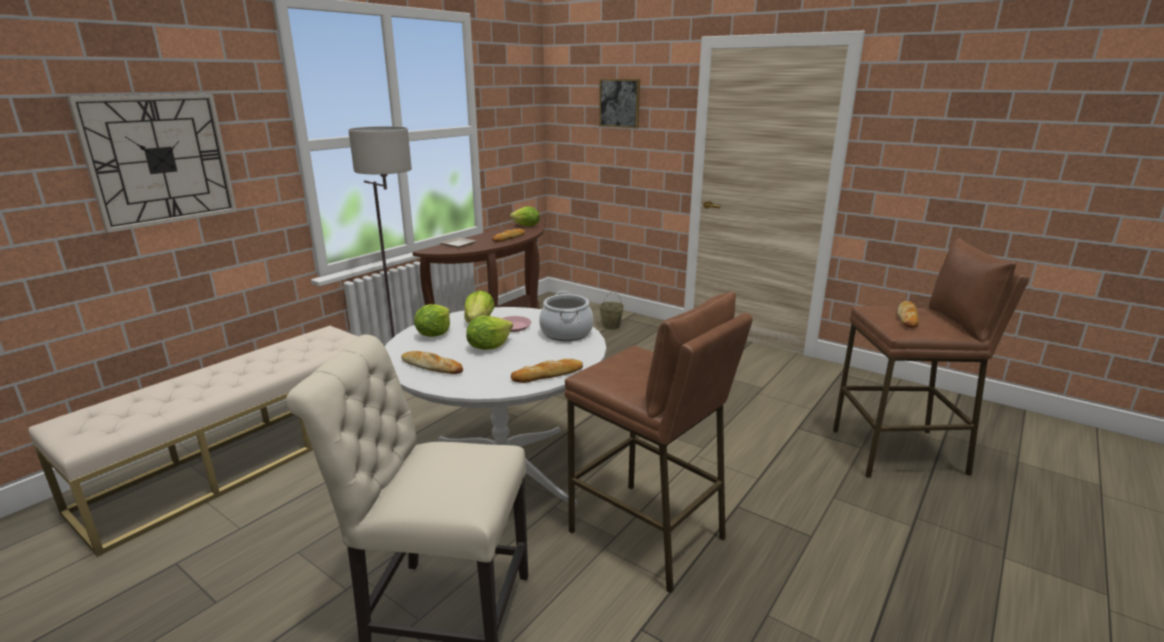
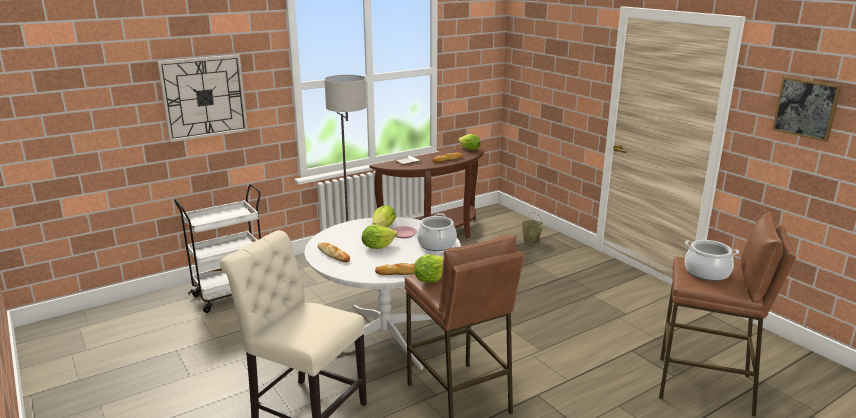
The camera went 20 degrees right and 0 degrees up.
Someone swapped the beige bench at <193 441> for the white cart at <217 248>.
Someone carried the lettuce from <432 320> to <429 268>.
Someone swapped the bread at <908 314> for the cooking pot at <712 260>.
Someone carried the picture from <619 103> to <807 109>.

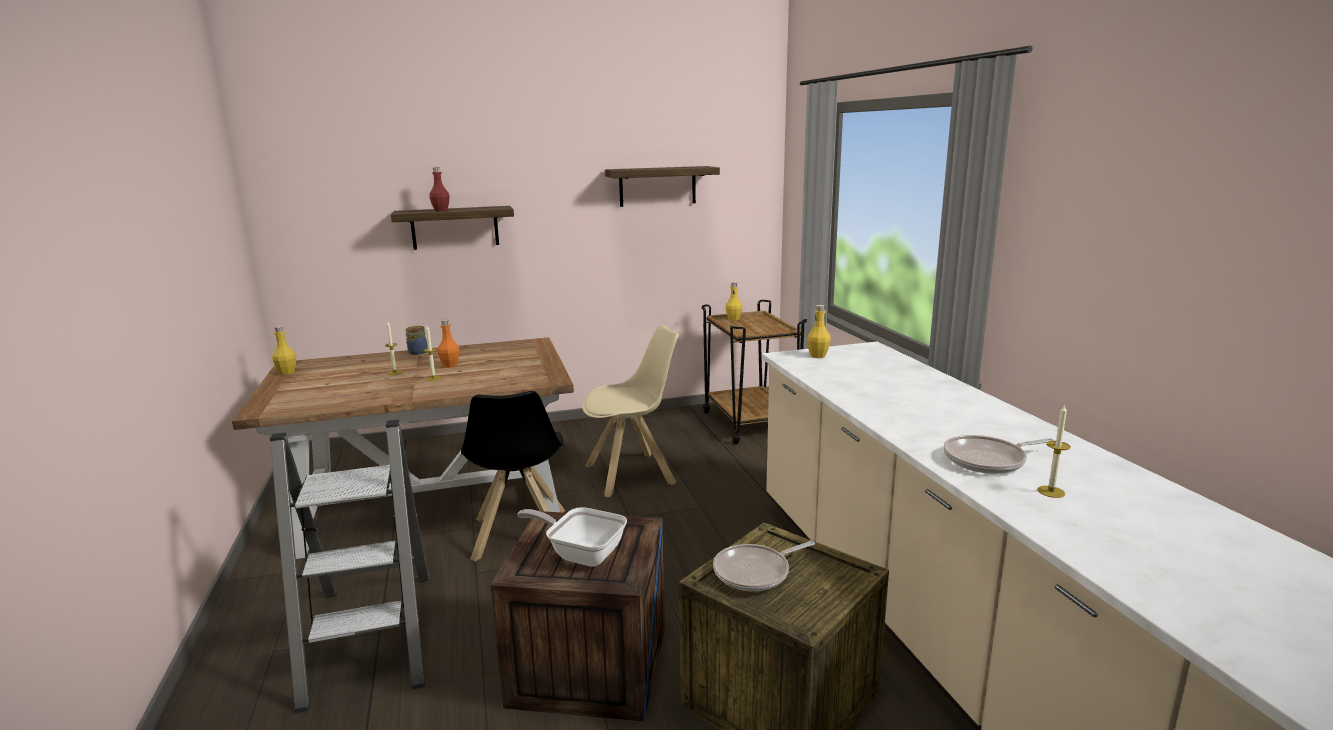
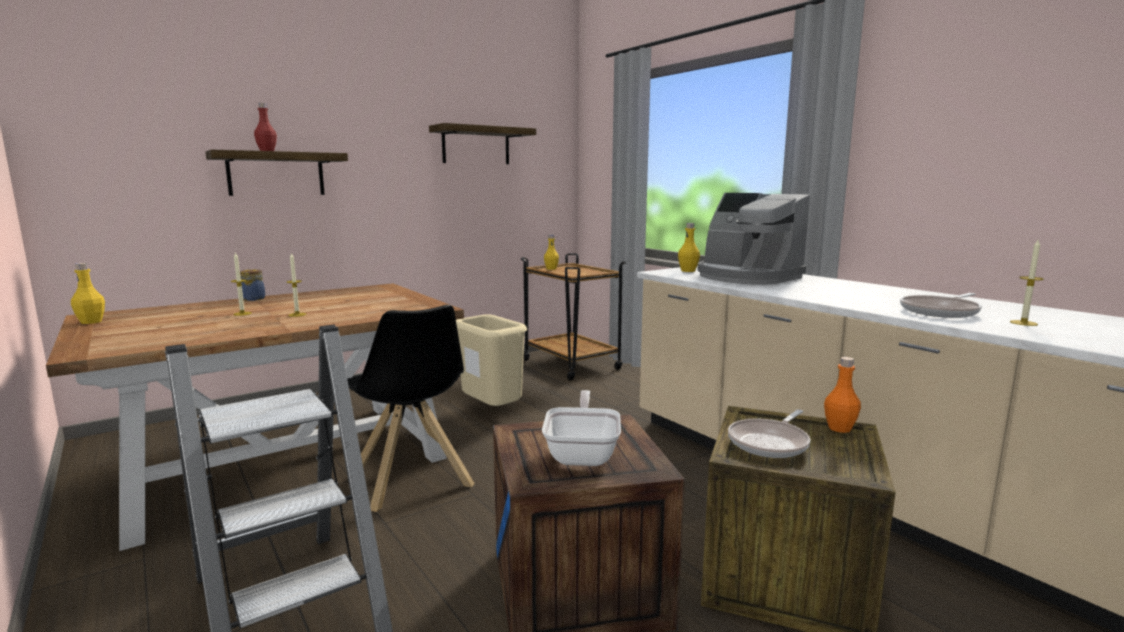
The camera went 20 degrees left and 5 degrees down.
Someone swapped the beige chair at <630 411> for the beige trash can at <491 360>.
Someone rotated the frying pan at <572 537> by 90 degrees clockwise.
Someone put down the coffee machine at <753 239>.
Someone carried the orange bottle from <448 343> to <842 395>.

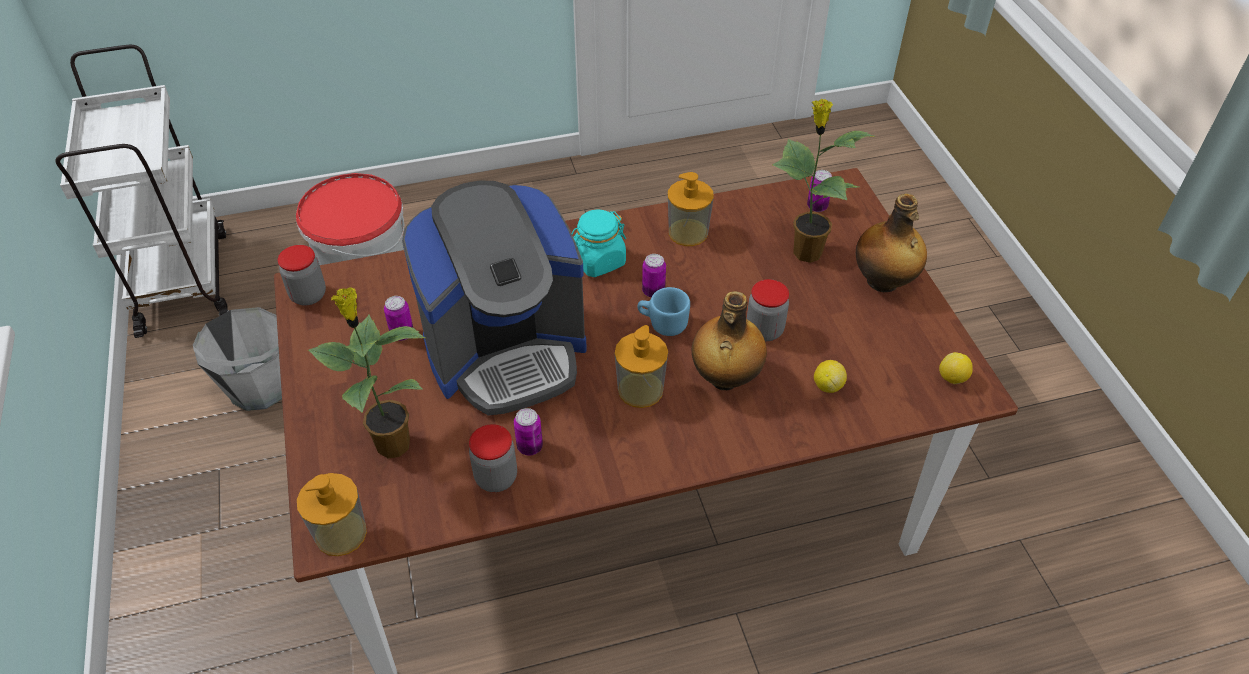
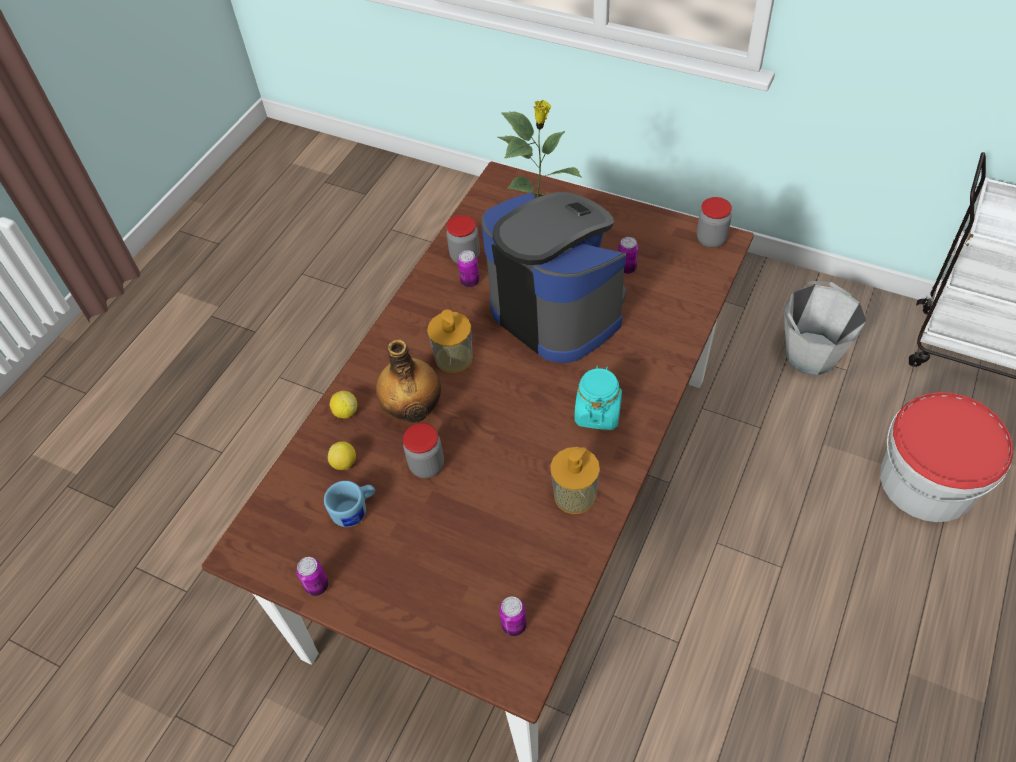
The camera went 135 degrees right and 5 degrees up.
Someone carried the can from <654 275> to <312 576>.
Someone carried the blue mug from <663 311> to <349 504>.
Someone carried the lemon from <956 368> to <343 404>.
Someone rotated the coffee machine at <494 298> by 120 degrees clockwise.
Someone took away the soap dispenser at <332 514>.
Someone took away the potted plant at <823 181>.
Someone took away the bottle at <891 243>.

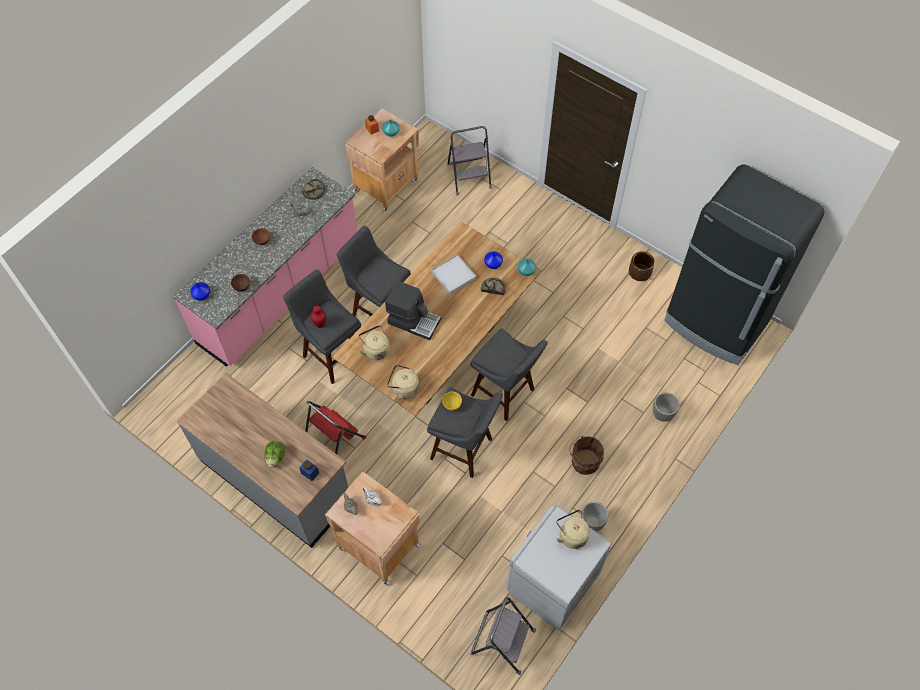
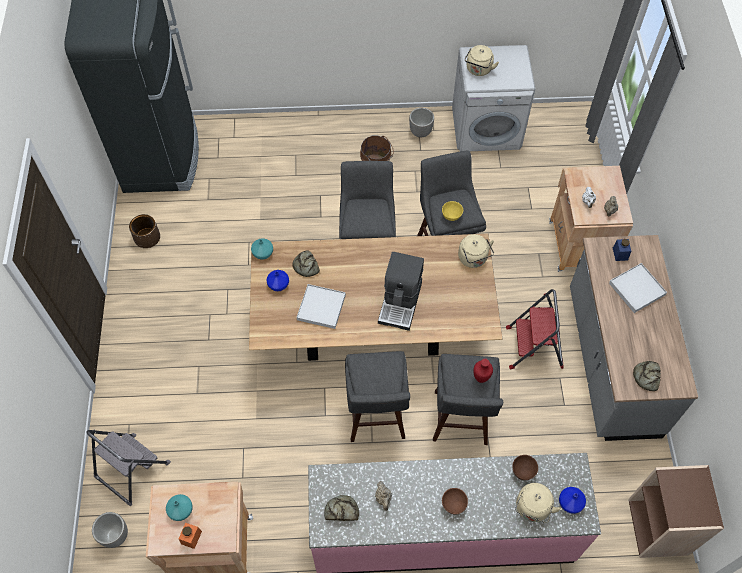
The camera went 130 degrees left and 0 degrees up.
Someone carried the planter from <666 407> to <110 530>.
Someone rotated the coffee machine at <413 310> by 150 degrees counterclockwise.
Someone carried the beige kettle from <374 342> to <538 503>.
Someone swapped the lettuce at <274 454> for the white tray at <638 288>.
Someone put down the brown bookcase at <676 511>.
Someone put down the bread at <647 376>.
Someone took away the grey step ladder at <503 636>.

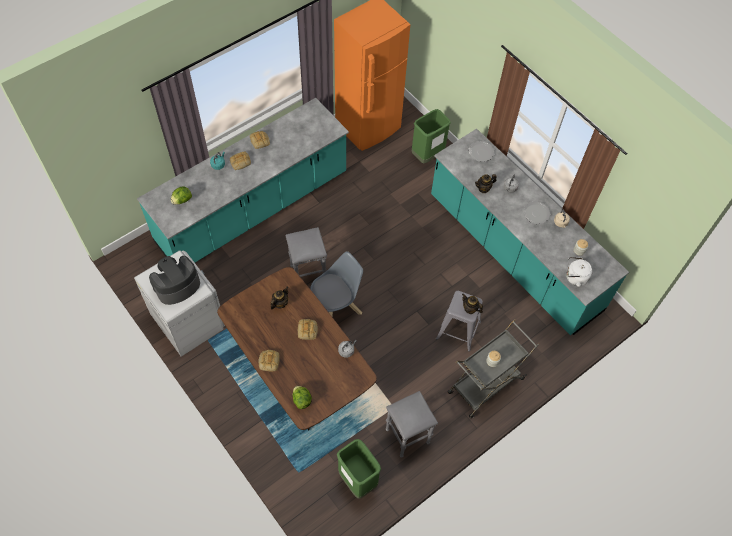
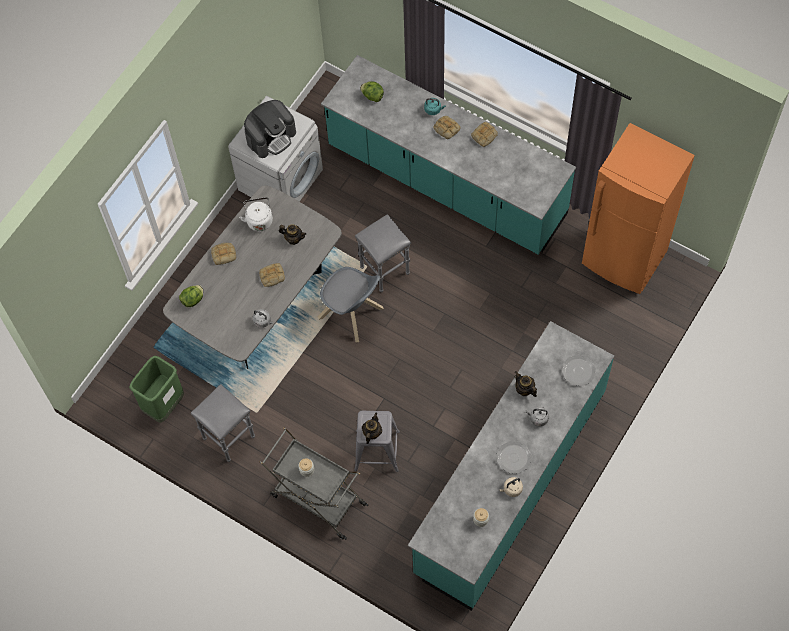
The camera went 75 degrees right and 5 degrees up.
Someone repainted the brown dining table at <297 349>, which became the grey dining table at <252 277>.
Someone carried the white kettle from <579 272> to <256 214>.
Someone rotated the coffee machine at <174 280> by 105 degrees clockwise.
Someone took away the green trash can at <431 136>.

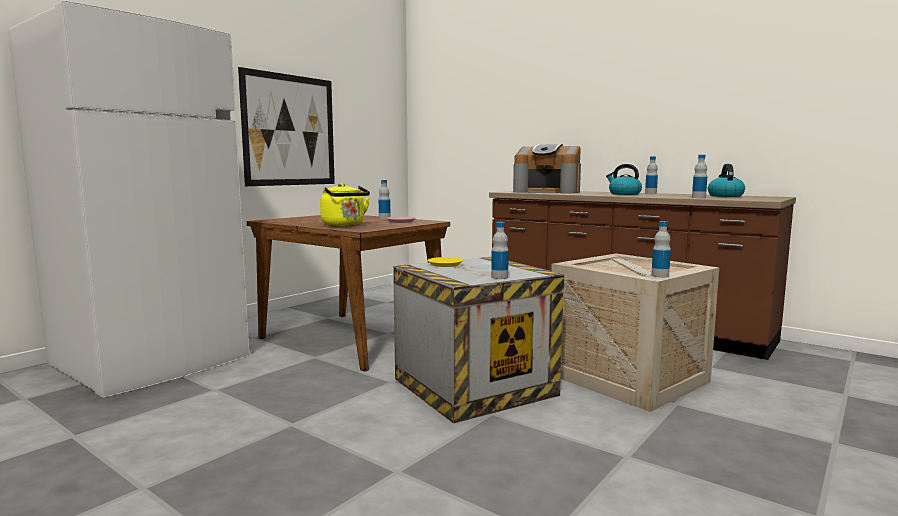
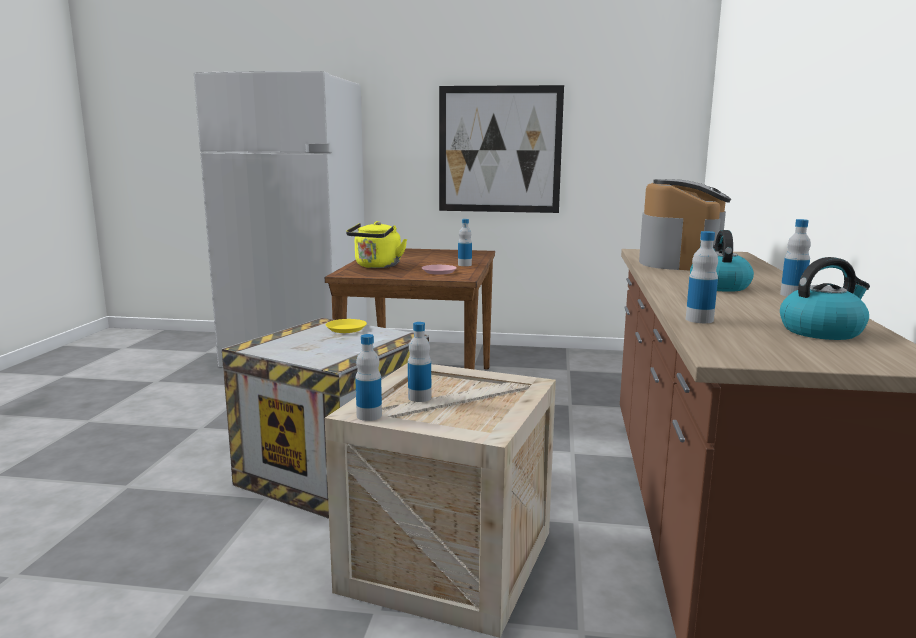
The camera went 60 degrees right and 5 degrees up.
Someone carried the bottle from <500 250> to <419 362>.
Someone rotated the coffee machine at <547 169> by 150 degrees counterclockwise.

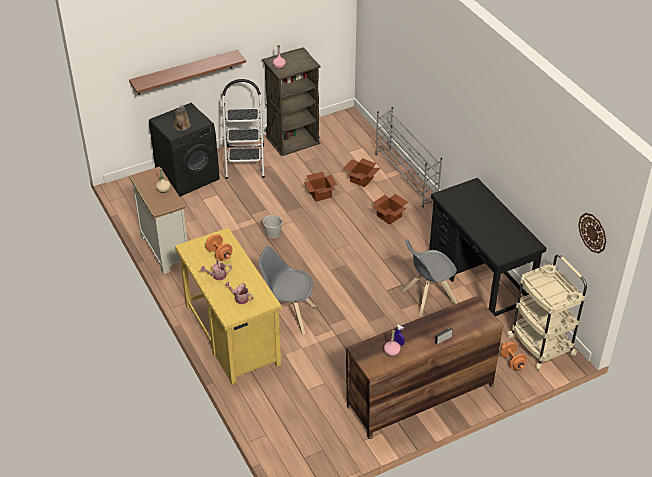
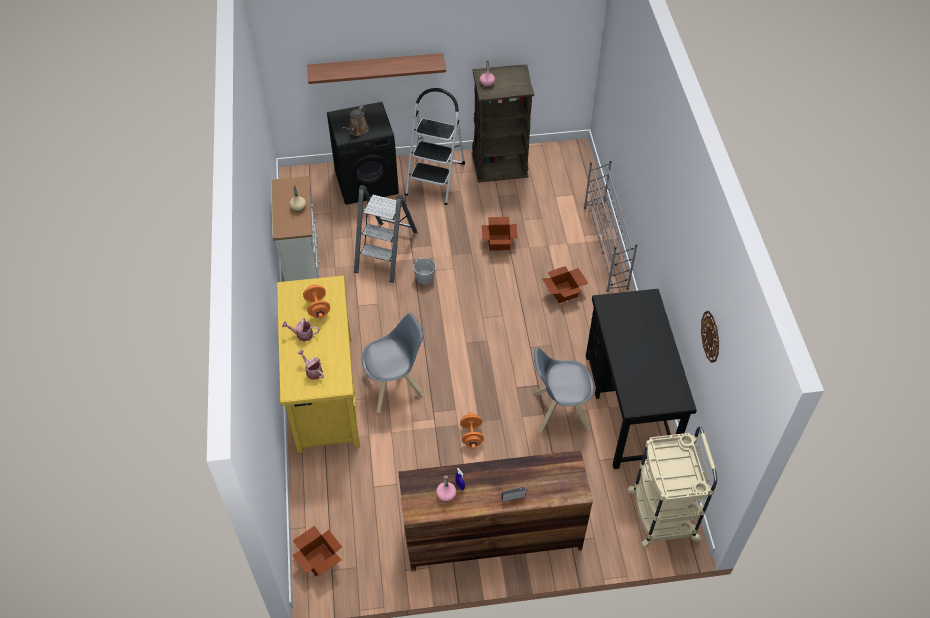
The camera went 20 degrees right and 10 degrees up.
Someone carried the cardboard box from <361 172> to <317 551>.
Someone put down the grey step ladder at <386 234>.
Someone rotated the grey chair at <287 290> by 120 degrees clockwise.
Someone carried the orange dumbbell from <513 356> to <472 430>.
Someone carried the wall clock from <592 233> to <710 337>.

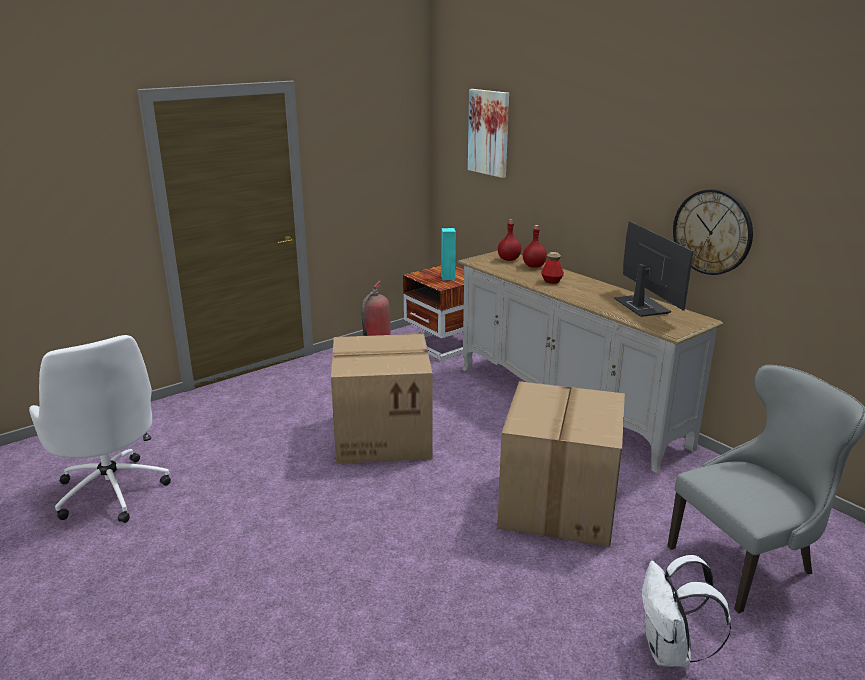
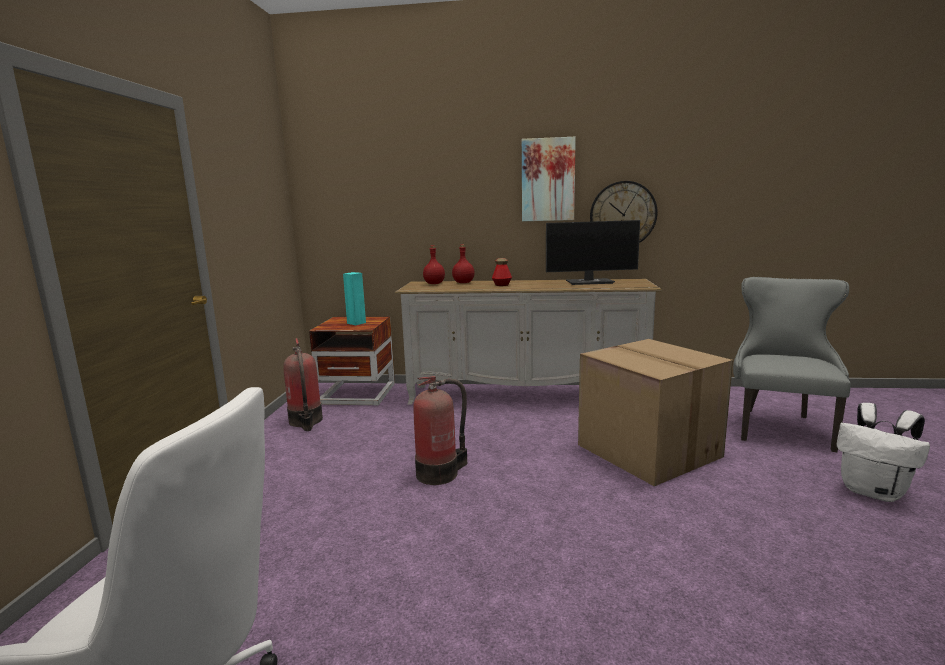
The camera went 45 degrees left and 10 degrees down.
Someone swapped the cardboard box at <381 399> for the fire extinguisher at <440 430>.
Someone carried the picture from <488 133> to <549 179>.
Someone rotated the monitor at <653 269> by 150 degrees clockwise.

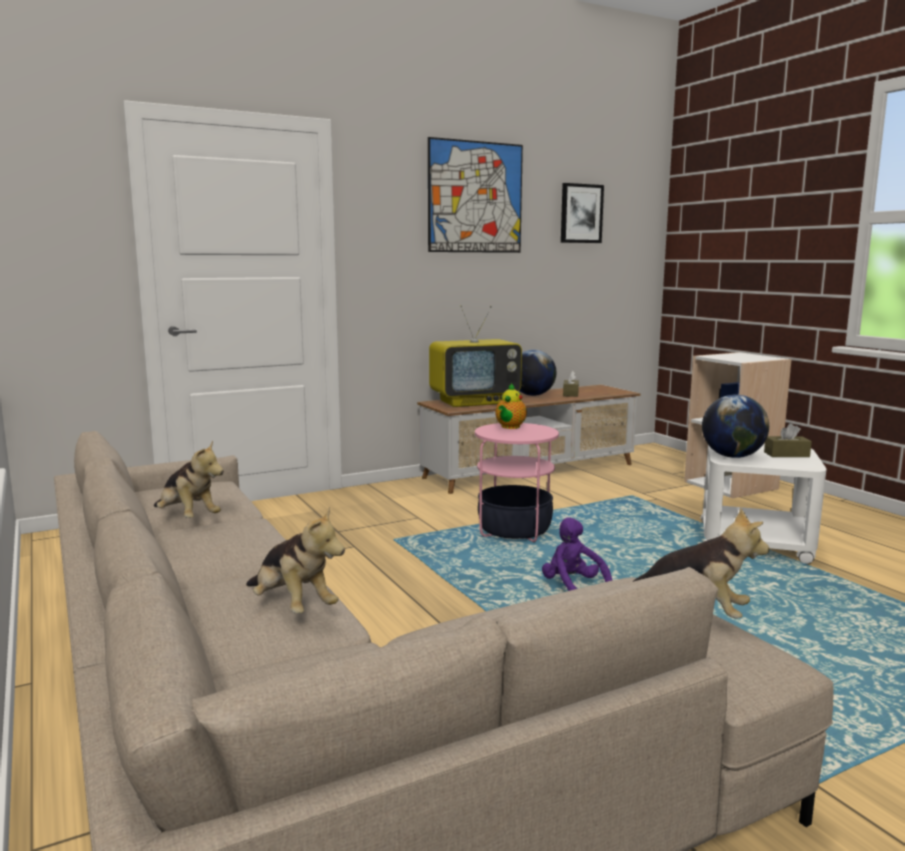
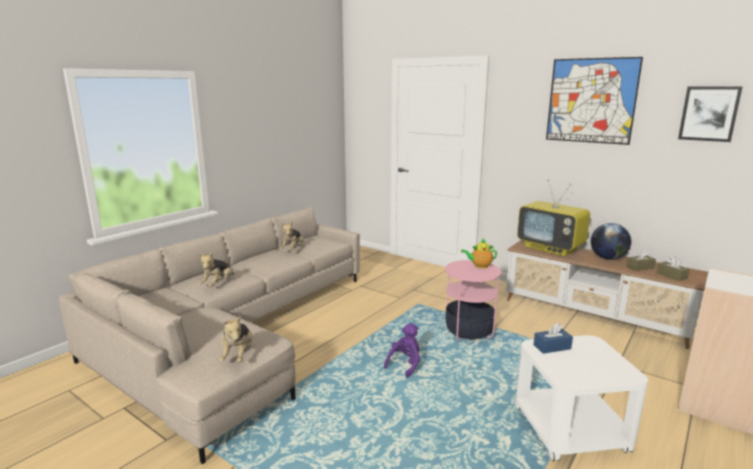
The camera went 65 degrees right and 5 degrees up.
Someone swapped the globe at <735 426> for the blue tissue box at <553 338>.
Someone carried the brown tissue box from <788 440> to <673 268>.

